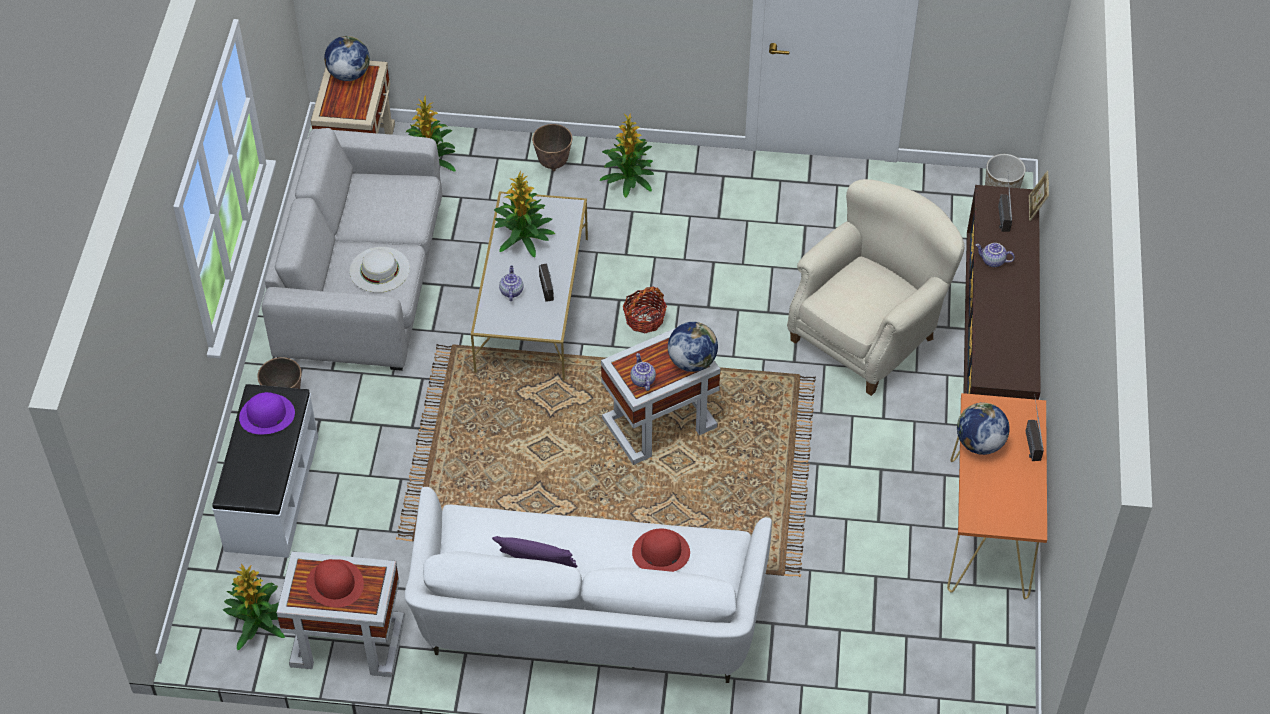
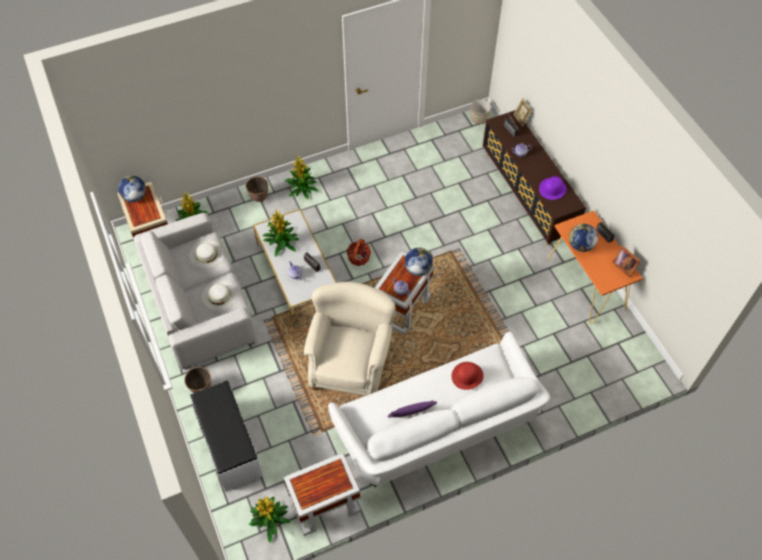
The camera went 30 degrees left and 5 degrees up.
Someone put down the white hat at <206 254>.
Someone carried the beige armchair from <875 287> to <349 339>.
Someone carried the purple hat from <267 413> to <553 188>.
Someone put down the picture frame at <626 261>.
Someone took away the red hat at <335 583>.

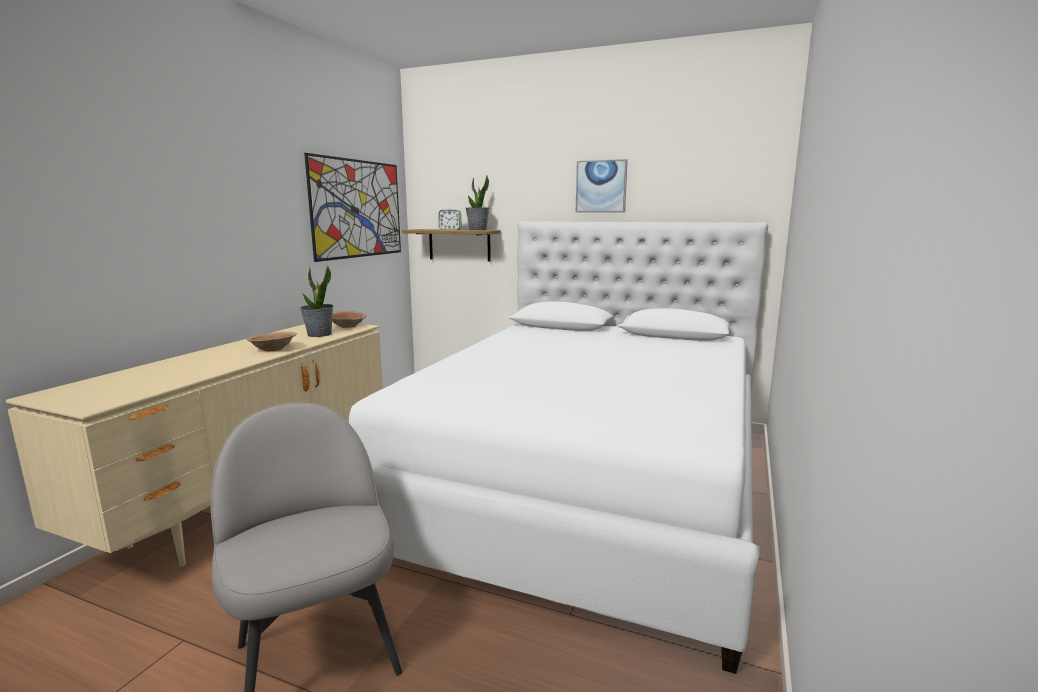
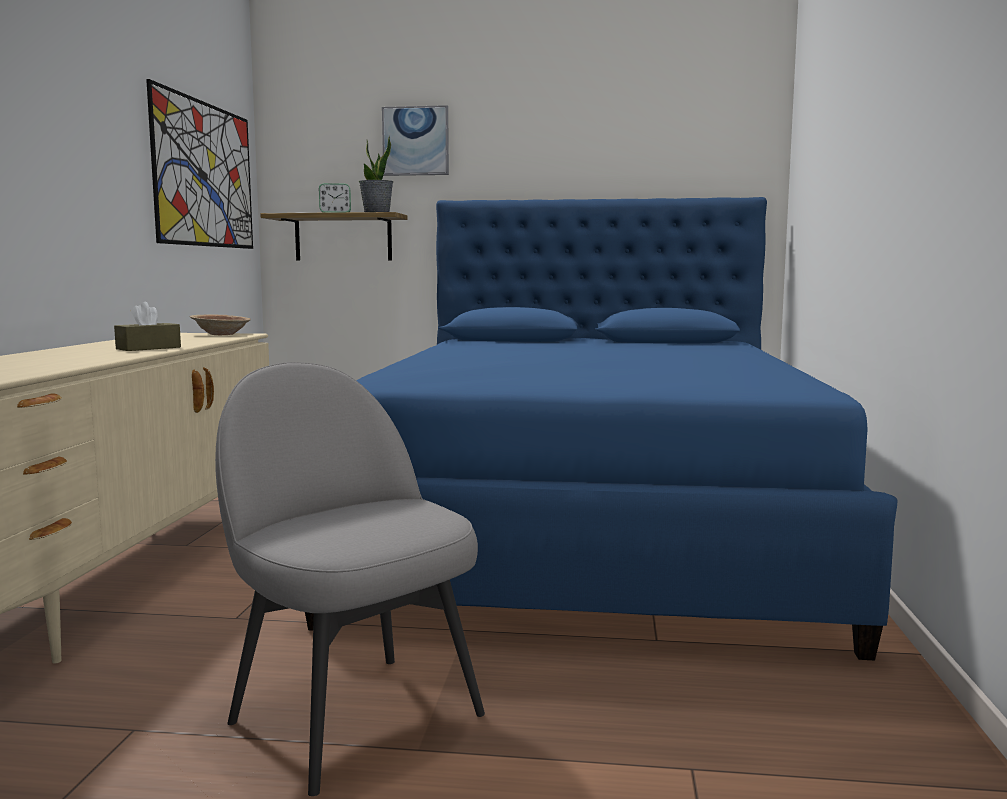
The camera went 15 degrees left and 5 degrees down.
Someone swapped the brown bowl at <272 341> for the brown tissue box at <147 326>.
Someone repainted the white bed at <558 447>, which became the blue bed at <601 429>.
Someone carried the picture from <602 186> to <415 140>.
Someone took away the potted plant at <316 301>.

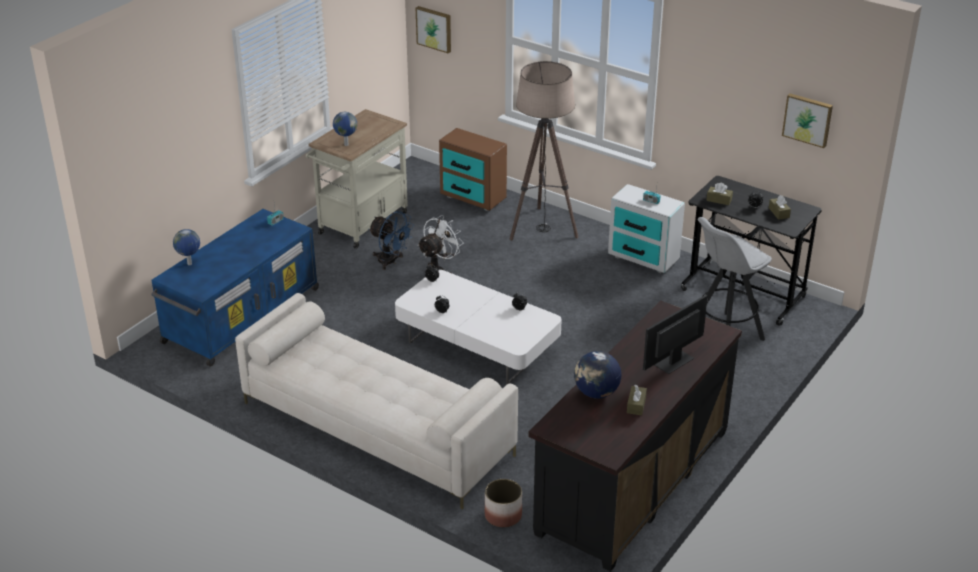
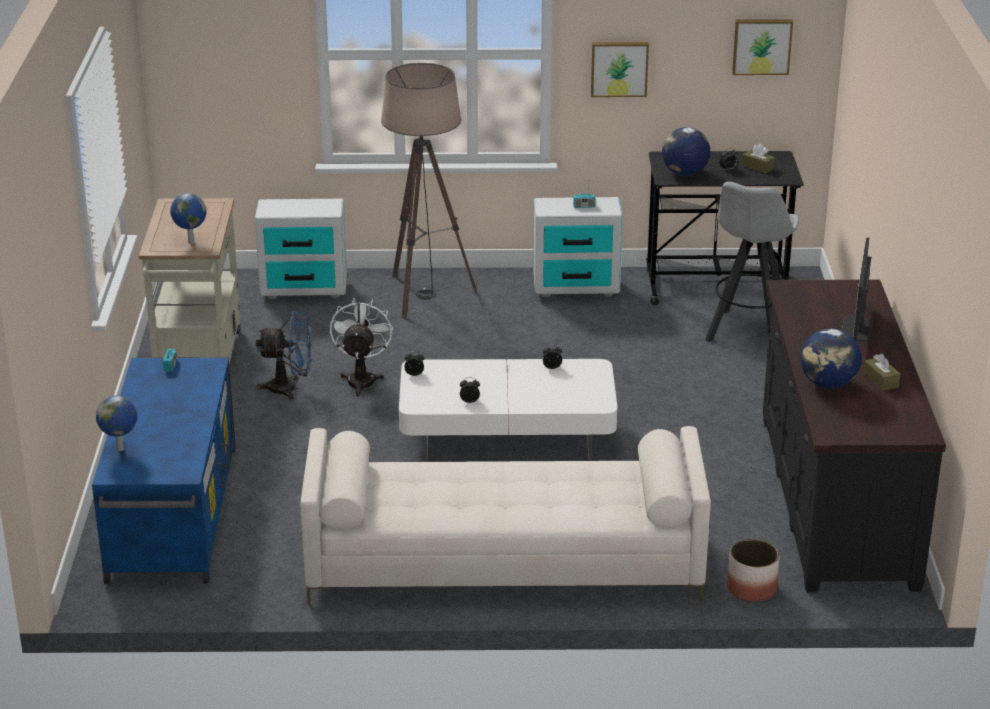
The camera went 35 degrees left and 5 degrees down.
Someone repainted the brown nightstand at <473 169>, which became the white nightstand at <301 249>.
Someone carried the picture from <433 29> to <620 69>.
Someone swapped the brown tissue box at <719 194> for the globe at <686 151>.

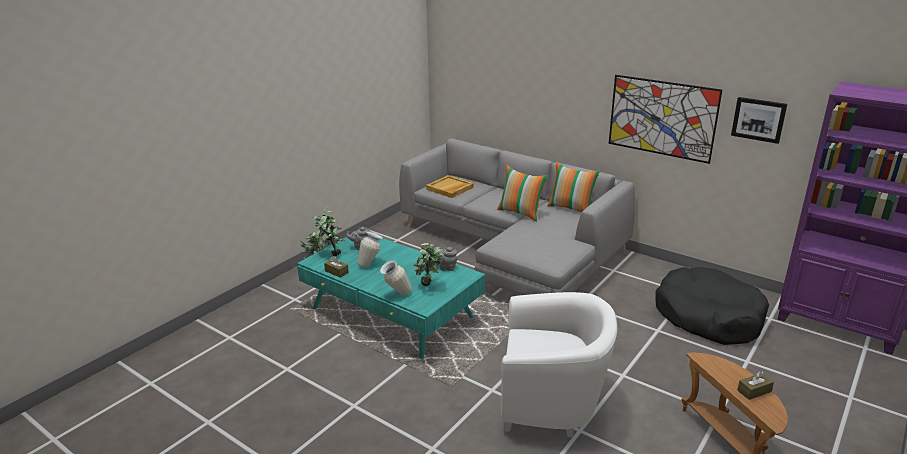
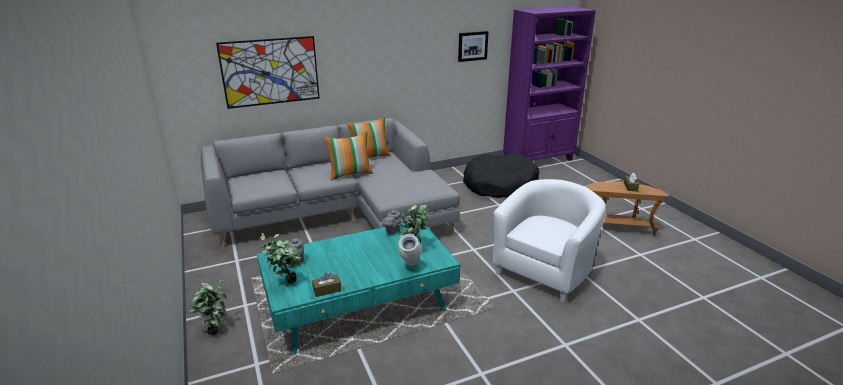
The camera went 60 degrees left and 0 degrees up.
Someone carried the picture from <665 119> to <267 72>.
Someone took away the vase at <370 250>.
Someone took away the beige tray at <450 186>.

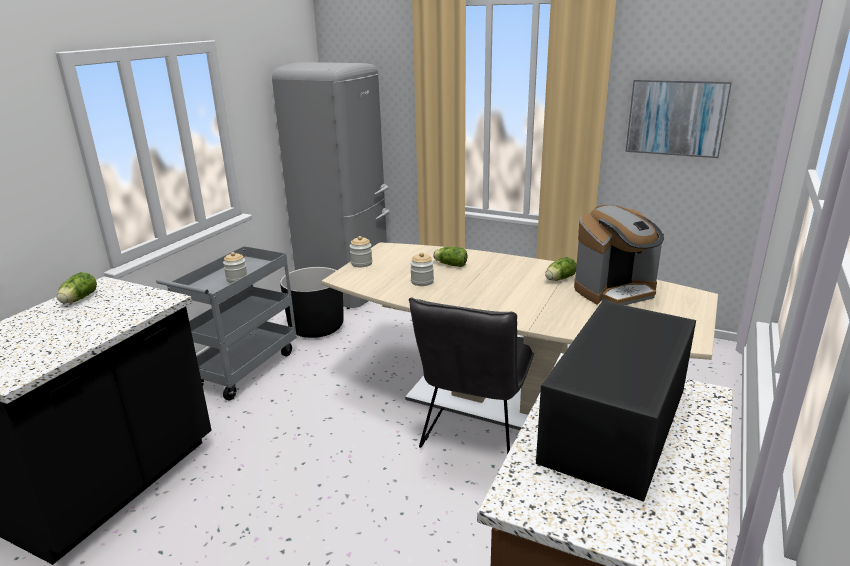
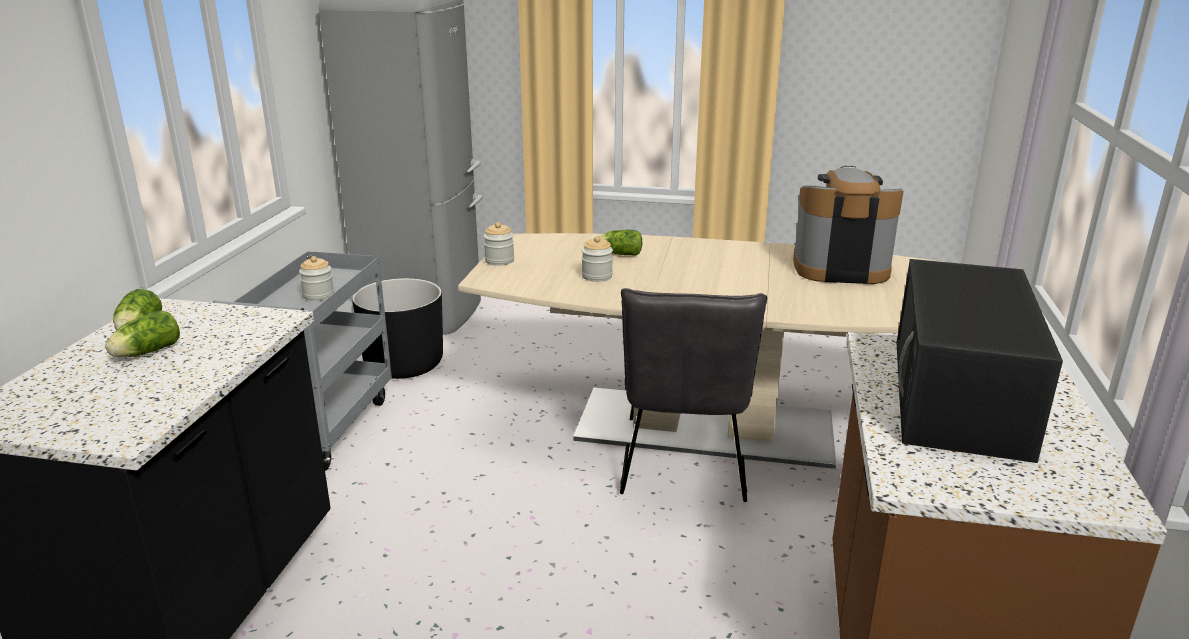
The camera went 15 degrees left and 0 degrees up.
Someone carried the lettuce from <560 269> to <142 333>.
Someone rotated the coffee machine at <619 255> by 135 degrees counterclockwise.
Someone took away the picture at <679 118>.

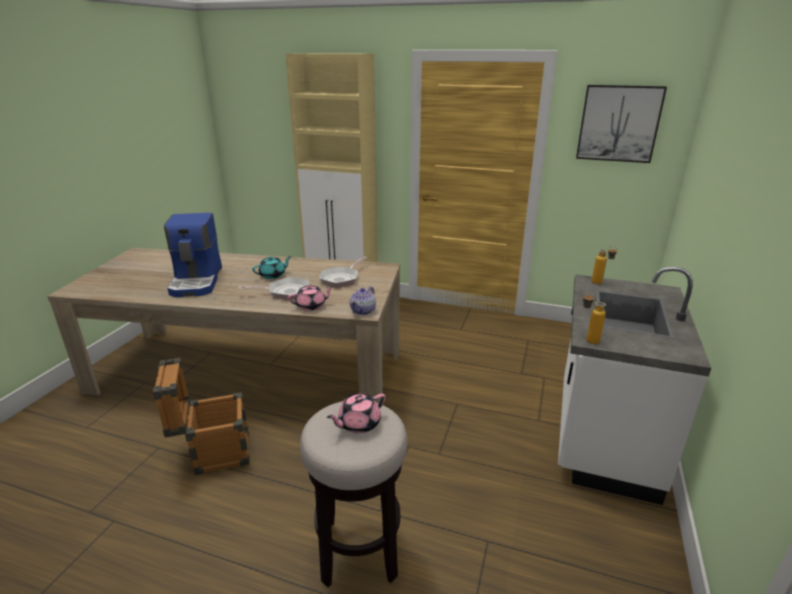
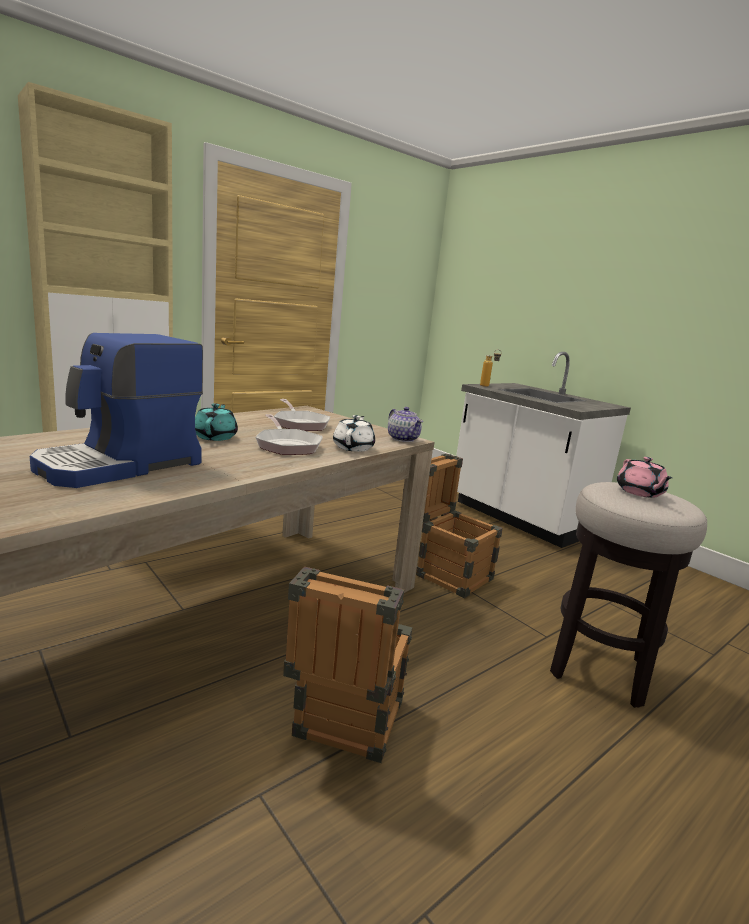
The camera went 60 degrees left and 10 degrees down.
Someone rotated the coffee machine at <193 255> by 105 degrees clockwise.
Someone rotated the frying pan at <274 288> by 135 degrees clockwise.
Someone repainted the pink teapot at <311 298>, which became the white teapot at <354 433>.
Someone put down the crate at <459 525>.
Someone took away the picture at <621 124>.
Someone took away the bottle at <594 318>.

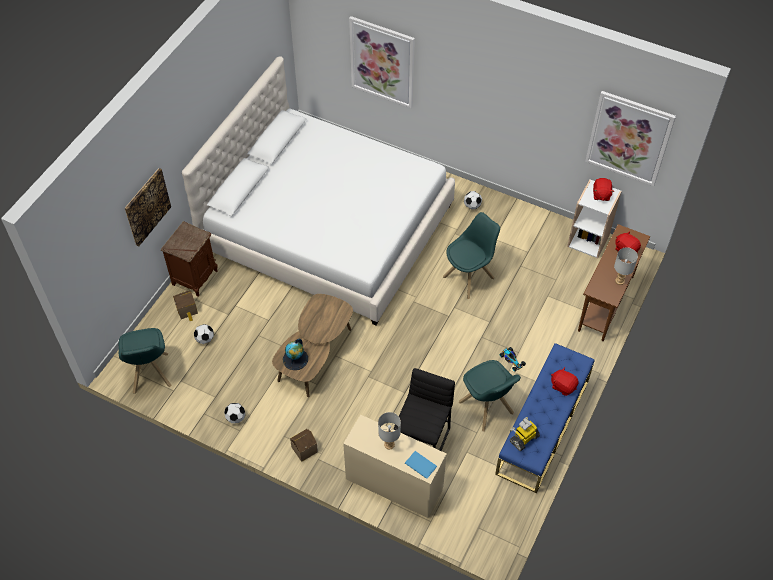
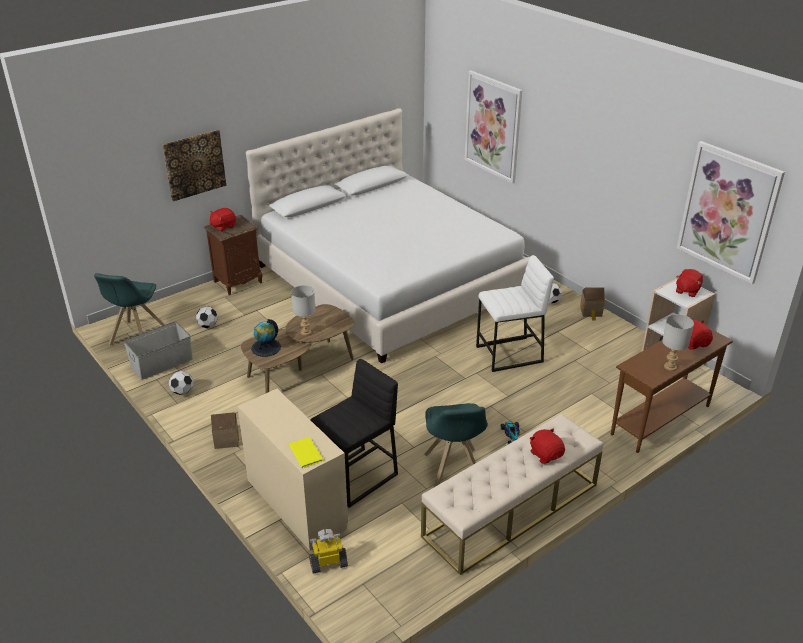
The camera went 25 degrees right and 20 degrees down.
Someone put down the grey storage box at <158 350>.
Someone put down the red plush toy at <223 219>.
Someone repainted the blue book at <421 465>, which became the yellow book at <306 452>.
Someone carried the grey table lamp from <389 431> to <303 310>.
Someone carried the toy robot from <524 434> to <328 551>.
Someone repainted the blue bench at <545 418>, which became the beige bench at <512 494>.
Someone swapped the turquoise chair at <471 255> for the white stool at <515 313>.
Someone carried the toy house from <185 305> to <592 303>.

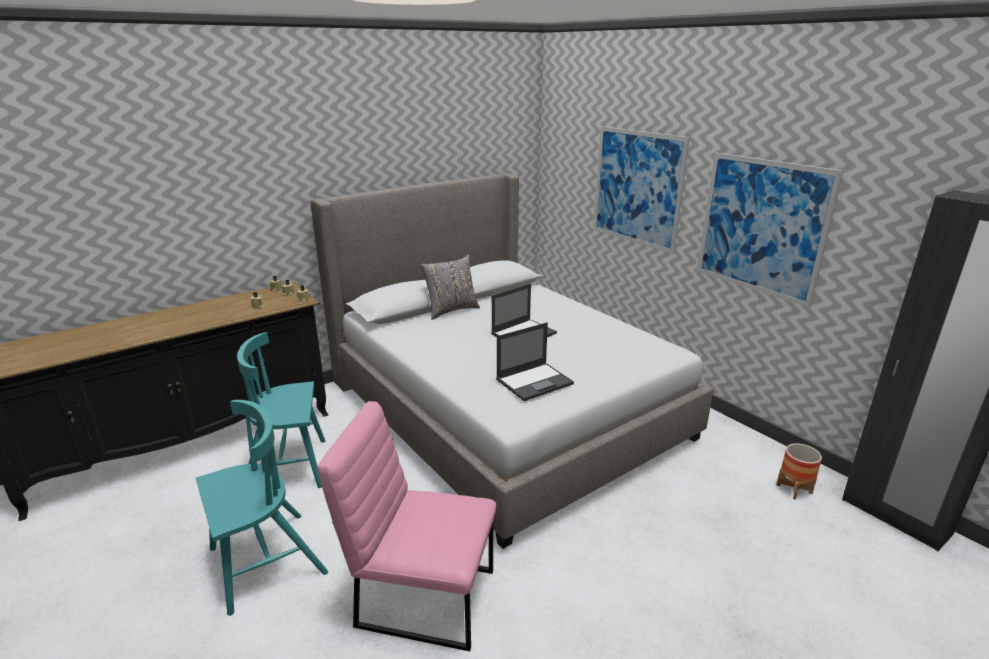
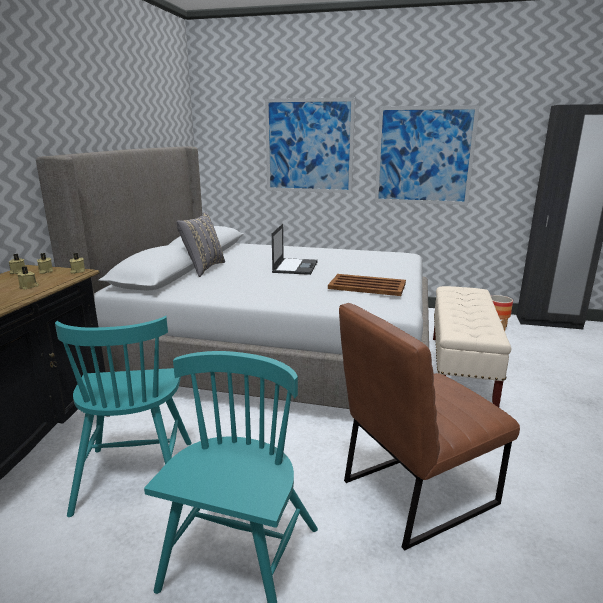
The camera went 40 degrees left and 5 degrees down.
Someone rotated the turquoise chair at <281 410> by 45 degrees counterclockwise.
Someone swapped the laptop at <535 361> for the brown tray at <367 285>.
Someone repainted the pink chair at <406 526>, which became the brown chair at <429 426>.
Someone put down the beige bench at <472 346>.

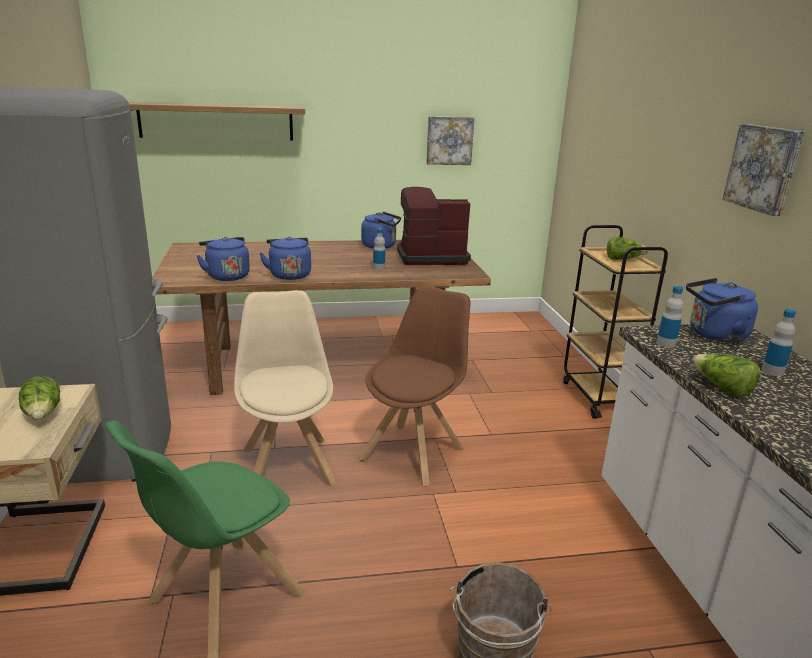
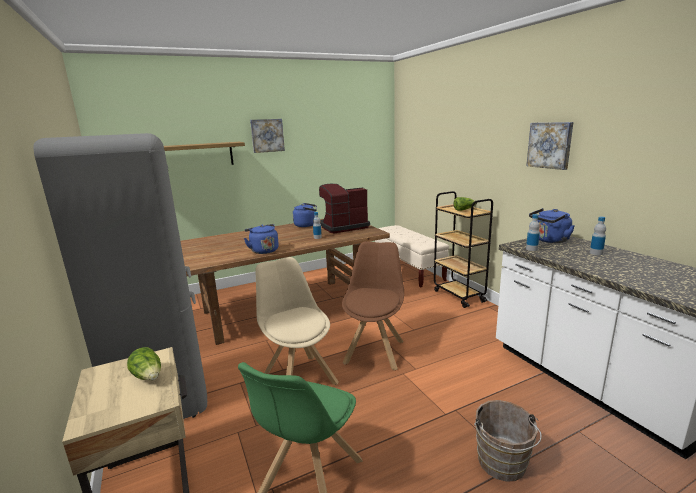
The camera went 15 degrees left and 5 degrees down.
Someone carried the picture from <450 140> to <267 136>.
Someone put down the beige bench at <412 256>.
Someone took away the blue kettle at <223 259>.
Someone took away the lettuce at <726 375>.

